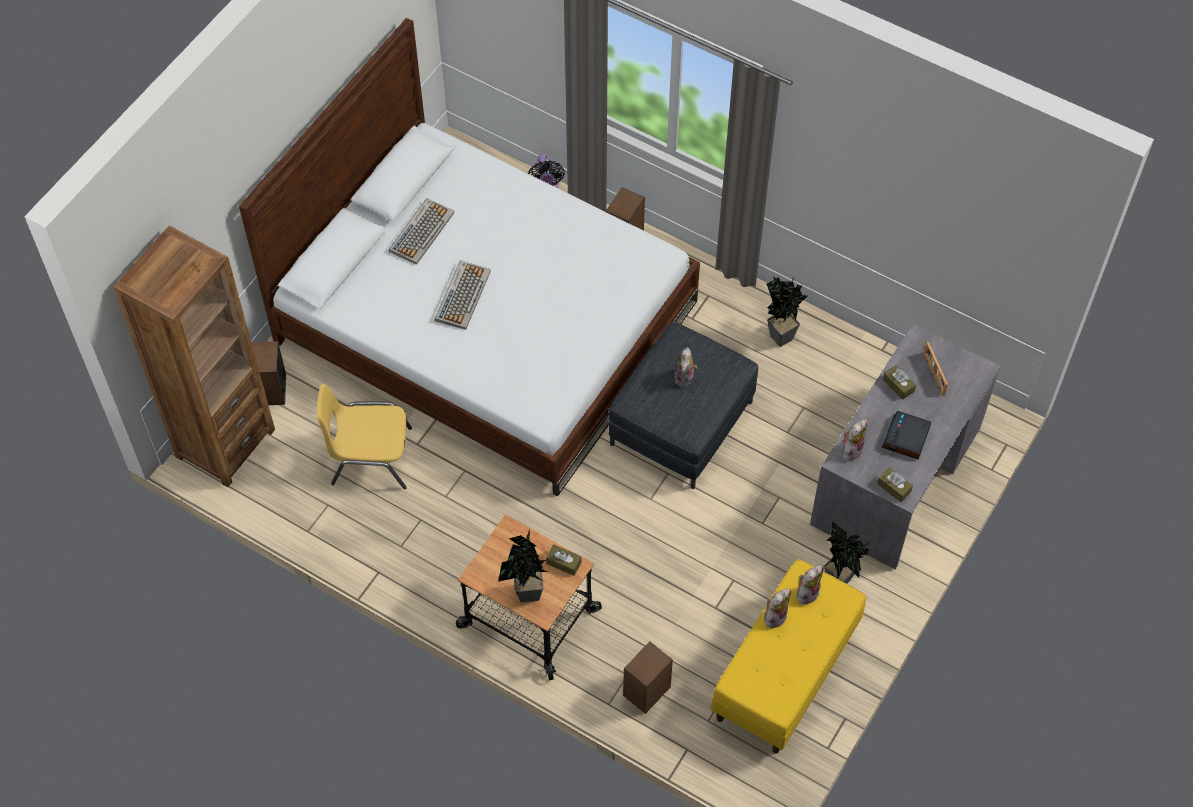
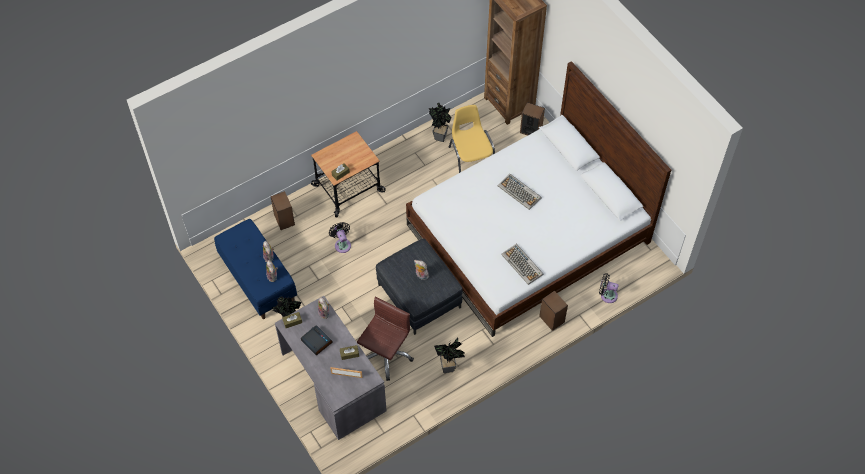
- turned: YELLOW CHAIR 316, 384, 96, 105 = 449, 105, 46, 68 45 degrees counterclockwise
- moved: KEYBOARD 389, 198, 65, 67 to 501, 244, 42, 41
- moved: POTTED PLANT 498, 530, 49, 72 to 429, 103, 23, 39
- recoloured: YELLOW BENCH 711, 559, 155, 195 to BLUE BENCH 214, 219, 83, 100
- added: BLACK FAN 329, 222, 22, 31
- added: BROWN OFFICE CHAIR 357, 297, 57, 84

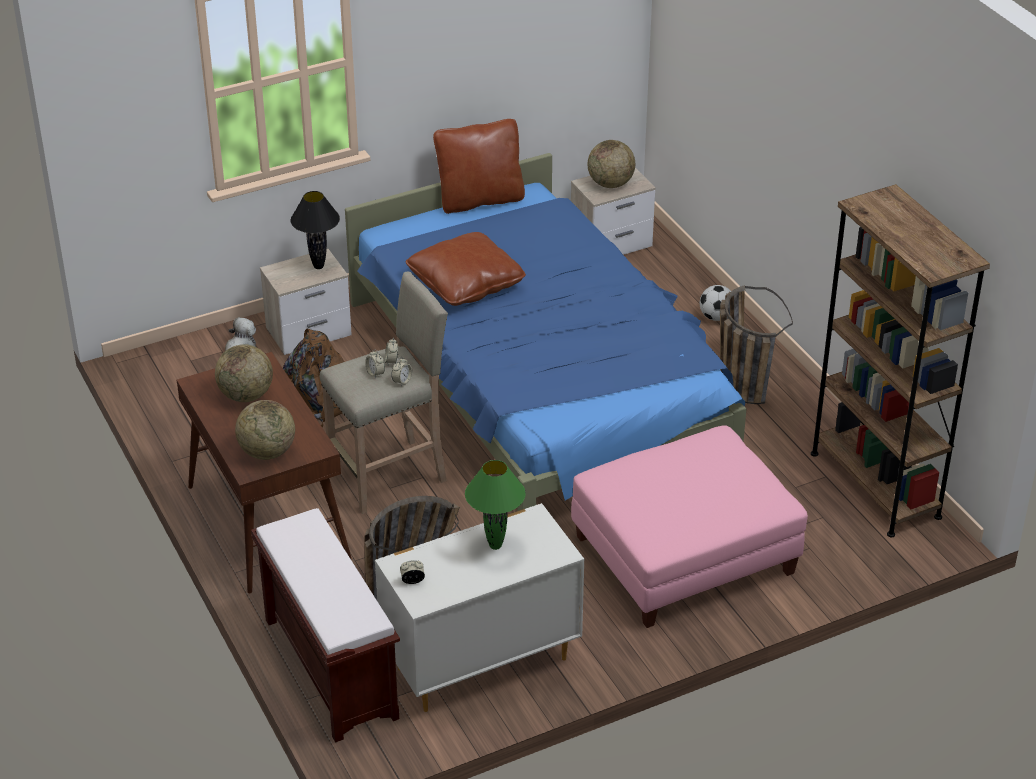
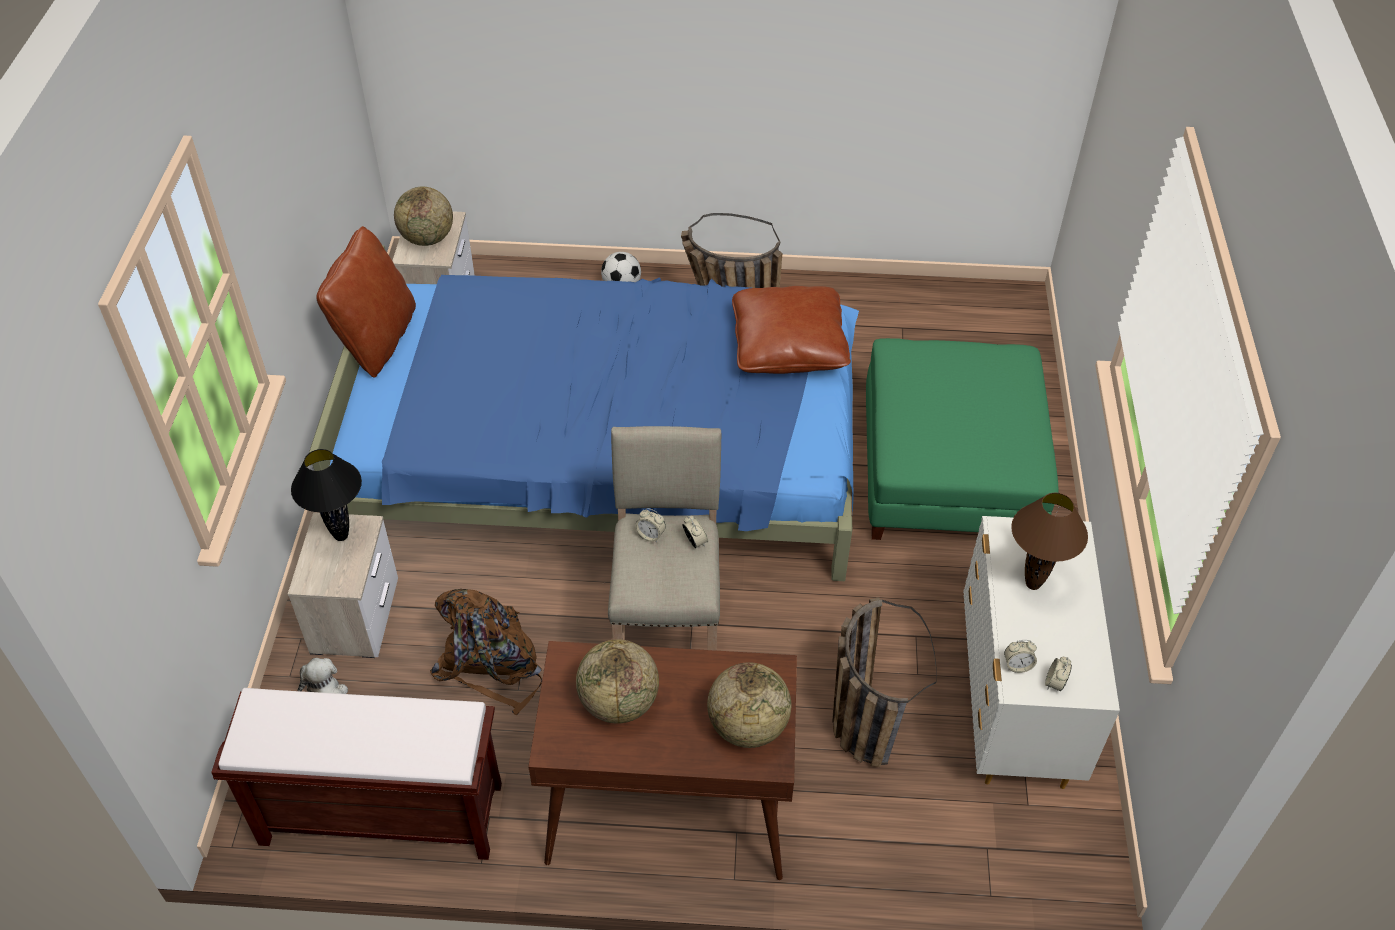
- moved: BROWN BENCH 251, 508, 149, 235 to 211, 688, 291, 172
- moved: ALARM CLOCK 365, 349, 20, 29 to 1004, 640, 33, 33
- moved: BROWN PILLOW 406, 232, 120, 74 to 732, 286, 119, 88
- recoloured: GREEN TABLE LAMP 465, 460, 61, 90 to BROWN TABLE LAMP 1011, 493, 77, 97
- recoloured: PINK OTTOMAN 571, 425, 237, 203 to GREEN OTTOMAN 866, 338, 192, 202
- removed: BROWN BOOKCASE 811, 184, 179, 353

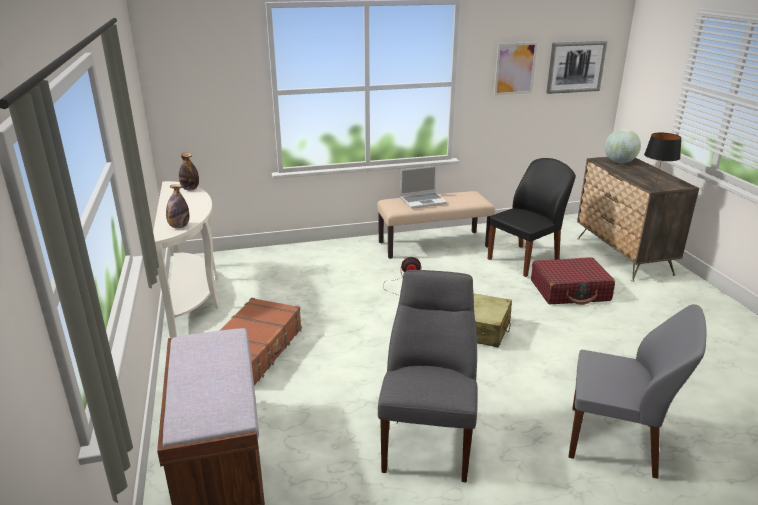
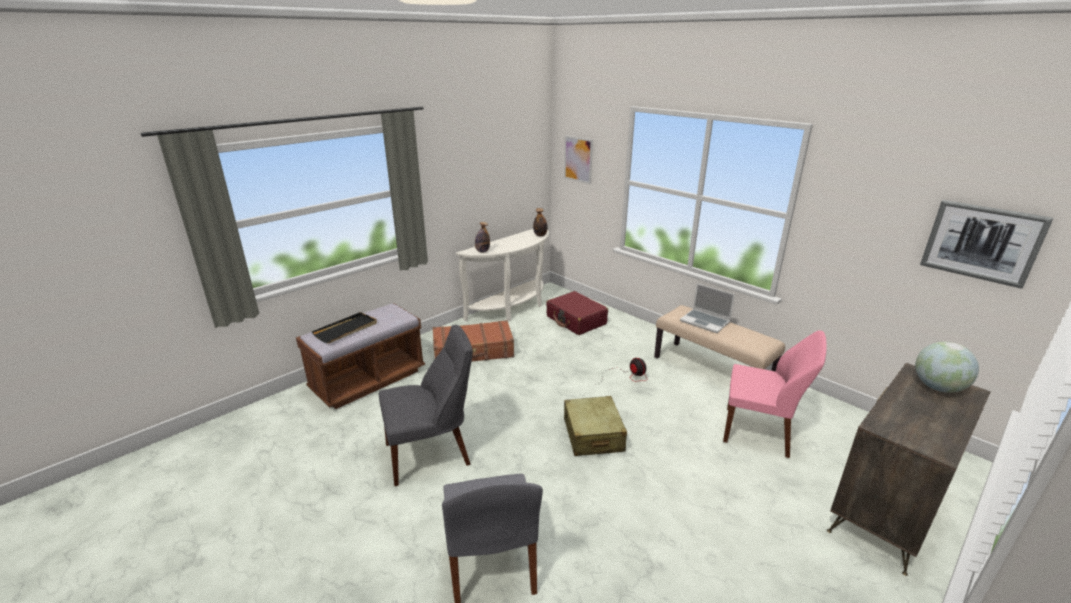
- recoloured: BLACK CHAIR 488, 158, 88, 119 to PINK CHAIR 723, 330, 104, 128
- moved: PICTURE 494, 42, 44, 53 to 564, 135, 29, 49
- moved: RED SUITCASE 531, 257, 84, 48 to 546, 291, 62, 44
- removed: BLACK TABLE LAMP 644, 133, 37, 51
- added: BLACK TRAY 312, 312, 65, 31

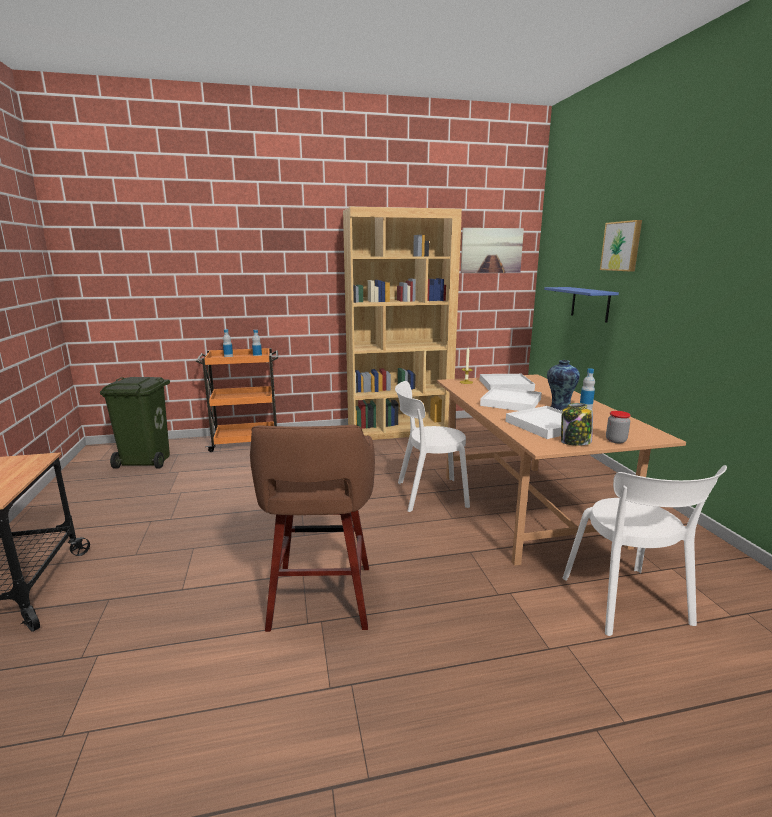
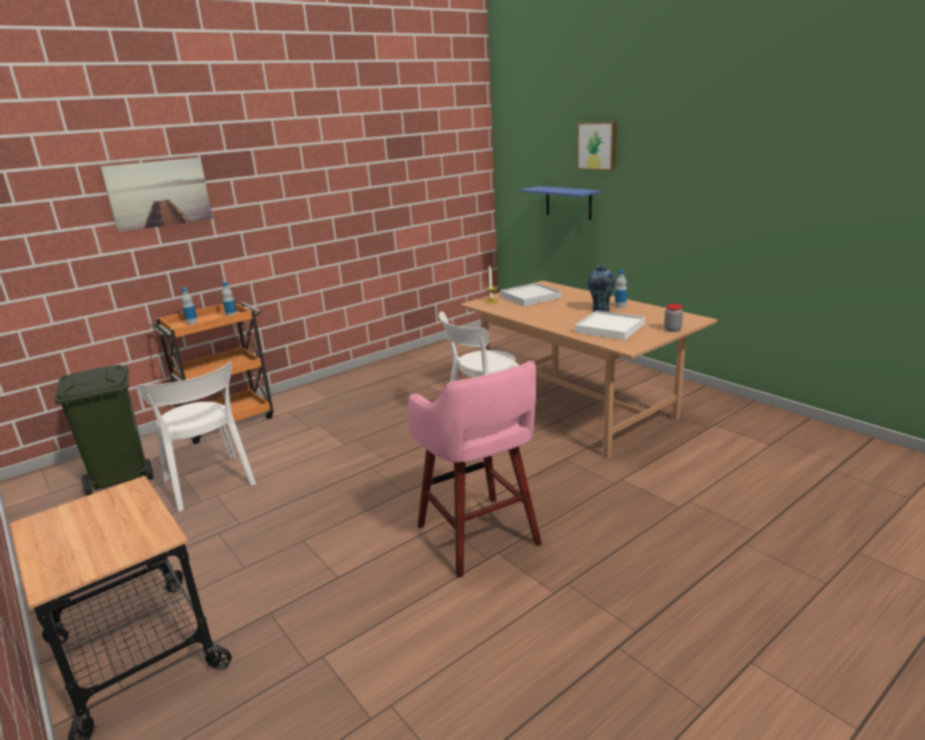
- recoloured: BROWN STOOL 250, 425, 125, 207 to PINK STOOL 408, 361, 134, 217
- removed: BROWN BOOKCASE 343, 207, 119, 233
- moved: PICTURE 461, 228, 63, 45 to 100, 158, 113, 75
- removed: WHITE TRAY 480, 387, 62, 24
- removed: JAR 561, 403, 32, 43
- moved: WHITE CHAIR 563, 465, 164, 171 to 137, 361, 119, 151

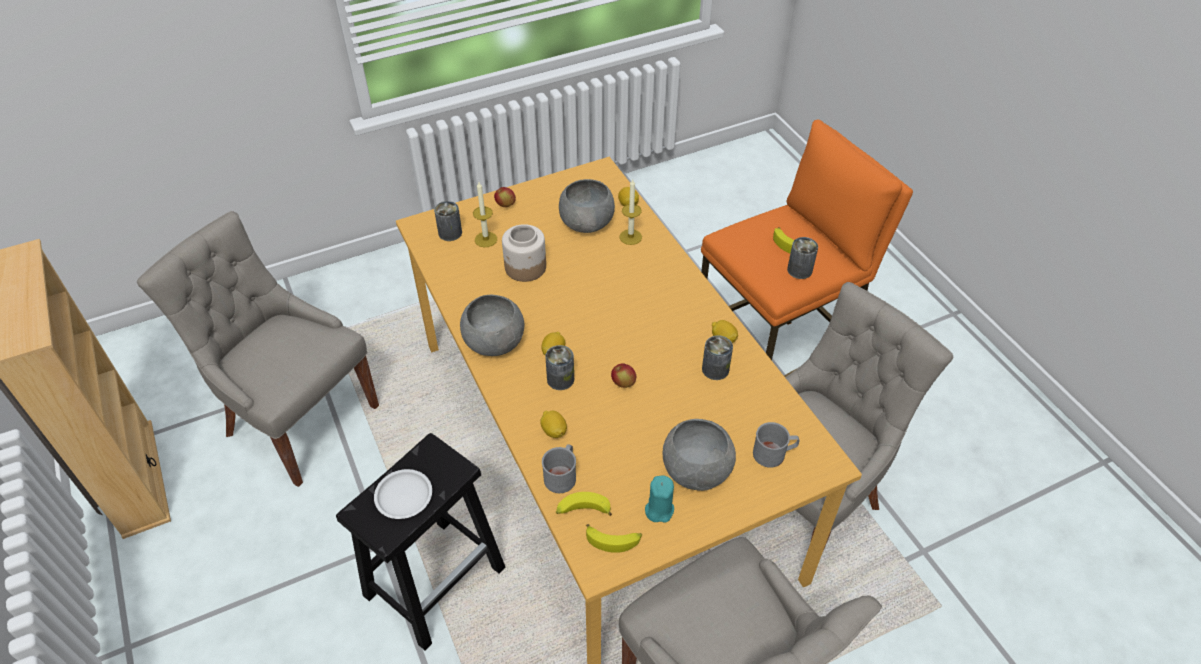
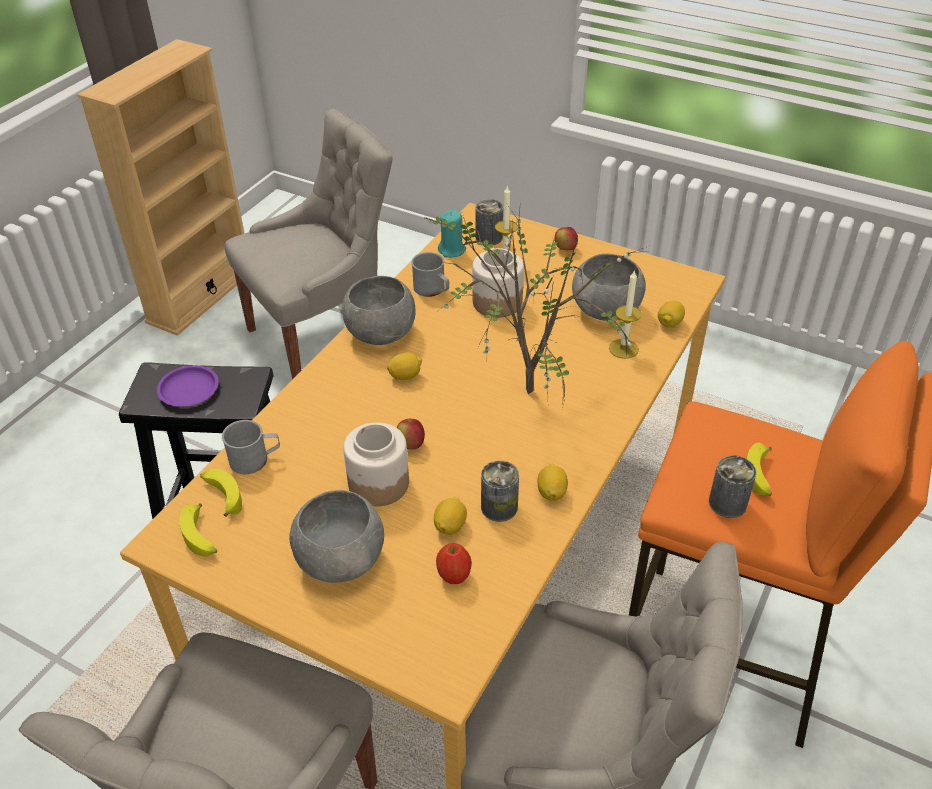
- turned: GREY CHAIR 137, 211, 242, 276 = 225, 108, 167, 271 60 degrees clockwise
- recoloured: WHITE PLATE 374, 469, 58, 50 to PURPLE PLATE 157, 365, 62, 41
- moved: LEMON 540, 411, 27, 27 to 434, 497, 33, 38
- removed: CAN 545, 345, 29, 45
- moved: TURQUOISE CANDLE 645, 476, 29, 47 to 438, 210, 28, 48
- moved: GREY MUG 753, 422, 47, 46 to 411, 252, 38, 45
- added: JAR 343, 422, 66, 84
- added: POTTED PLANT 424, 201, 224, 206
- added: APPLE 436, 543, 36, 41

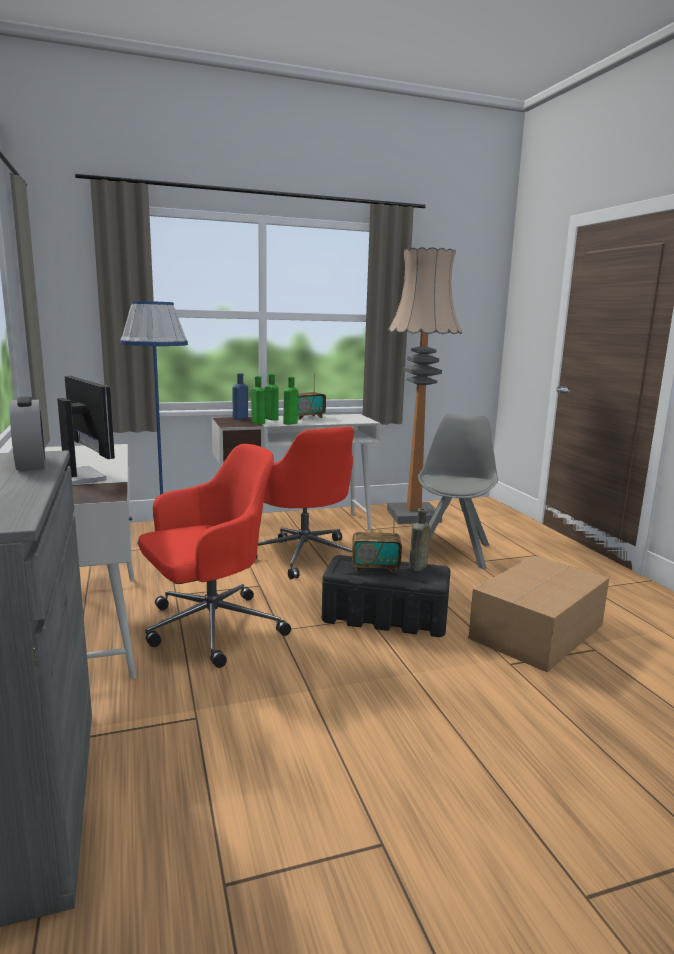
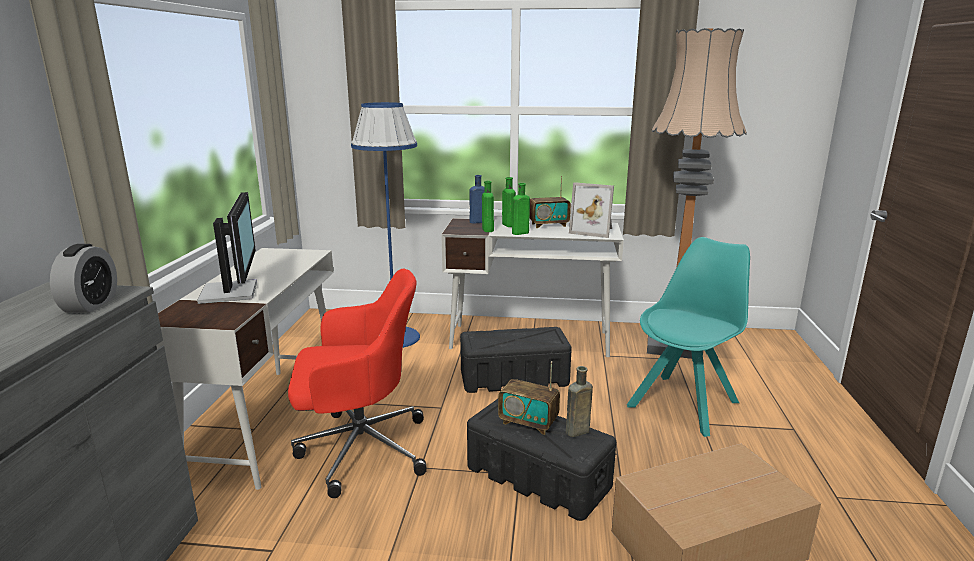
- replaced: RED OFFICE CHAIR 256, 426, 98, 153 to BLACK STORAGE BOX 460, 327, 112, 66
- recoloured: GREY CHAIR 418, 413, 80, 156 to TURQUOISE CHAIR 627, 237, 123, 200
- added: PICTURE FRAME 569, 182, 45, 56

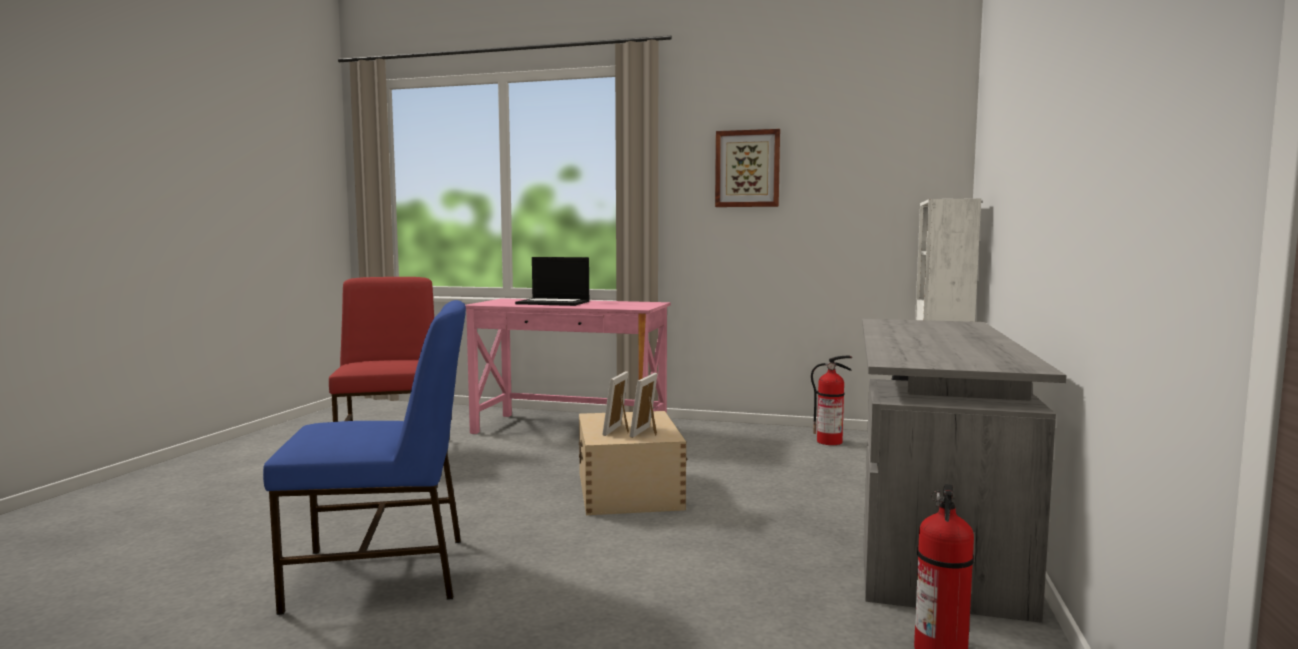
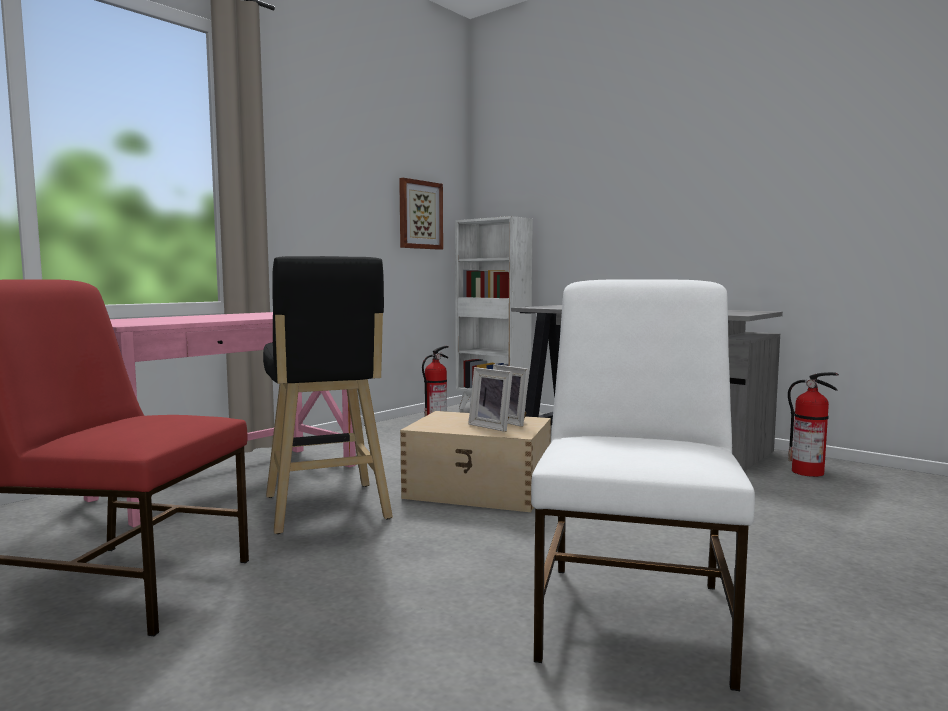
- recoloured: BLUE CHAIR 263, 300, 203, 315 to WHITE CHAIR 531, 279, 224, 412
- removed: LAPTOP 515, 257, 74, 49
- moved: PICTURE 715, 129, 65, 78 to 399, 178, 44, 72
- added: BLACK STOOL 263, 256, 130, 278

